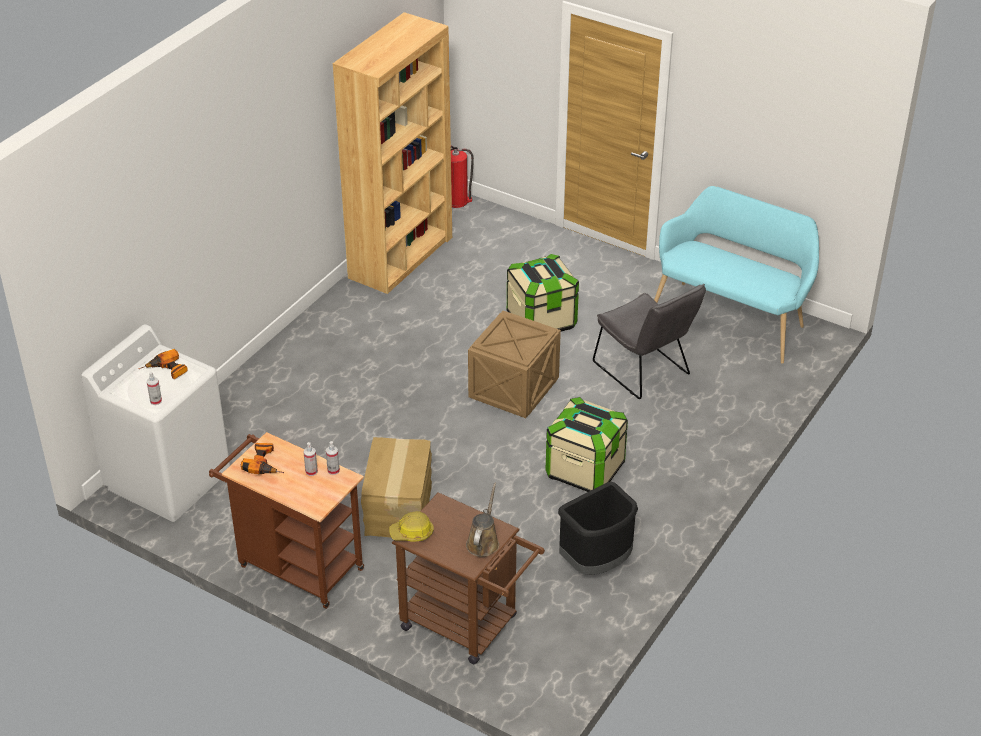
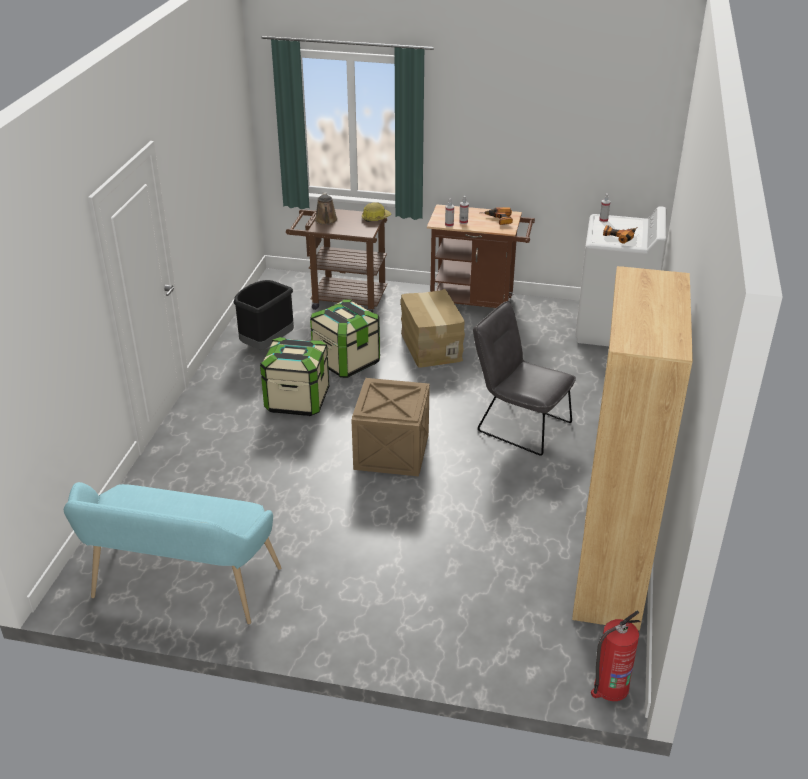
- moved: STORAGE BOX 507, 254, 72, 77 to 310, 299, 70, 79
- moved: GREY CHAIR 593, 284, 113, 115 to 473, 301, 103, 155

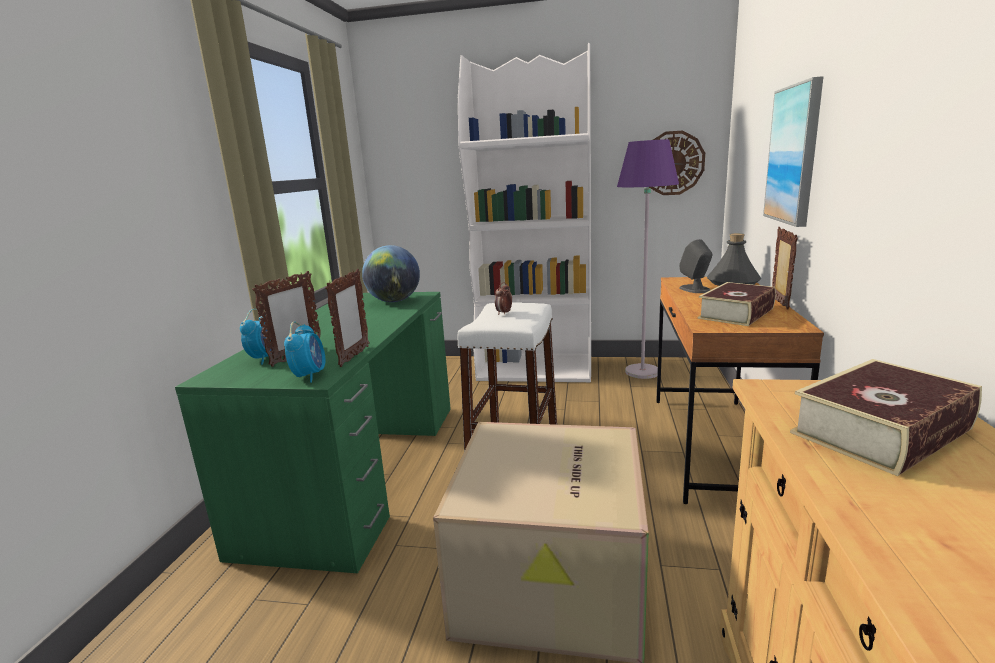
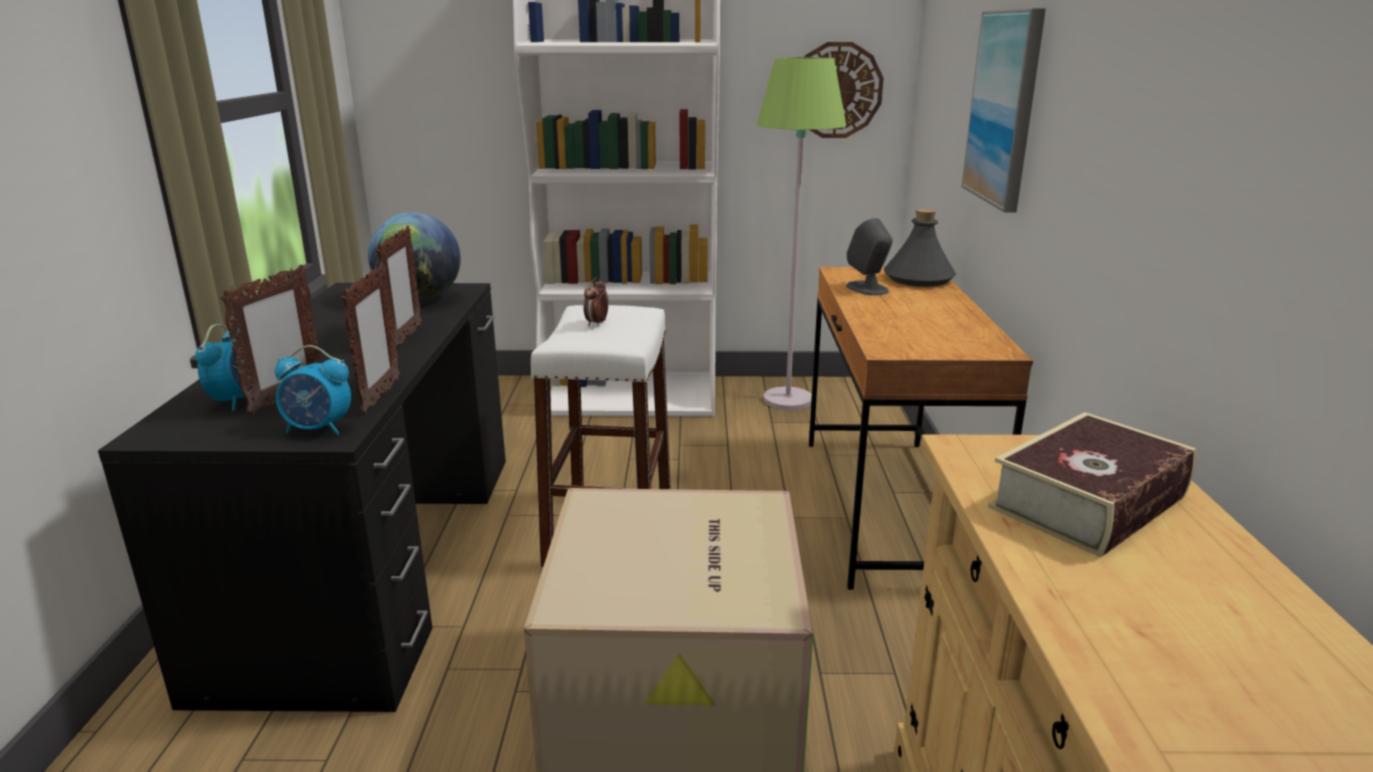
- recoloured: GREEN DESK 175, 292, 276, 281 to BLACK DESK 98, 283, 408, 429
- turned: ALARM CLOCK 284, 322, 41, 61 = 275, 345, 76, 90 105 degrees clockwise
- recoloured: PURPLE FLOOR LAMP 617, 139, 62, 240 to GREEN FLOOR LAMP 757, 57, 89, 353
- removed: BOOK 697, 282, 79, 44
- moved: PICTURE FRAME 772, 227, 26, 82 to 377, 226, 45, 120

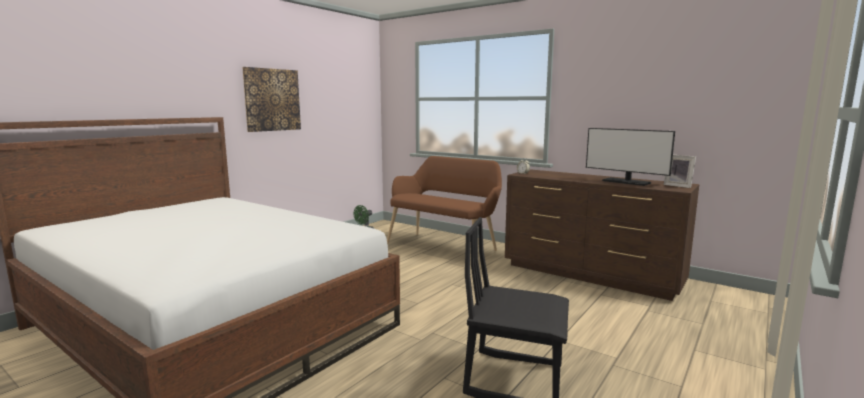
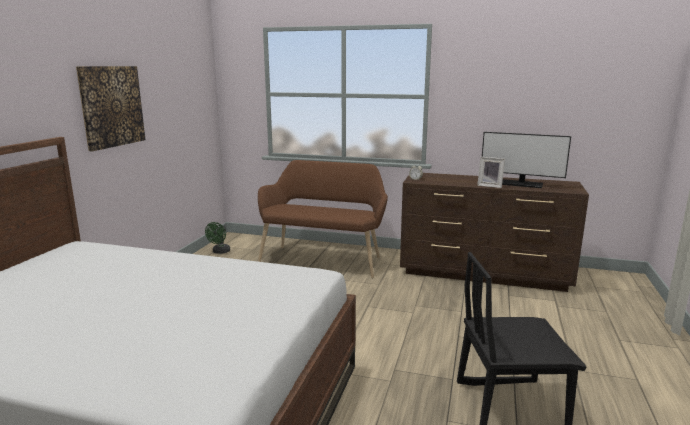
- moved: PICTURE FRAME 664, 155, 32, 33 to 477, 157, 28, 31

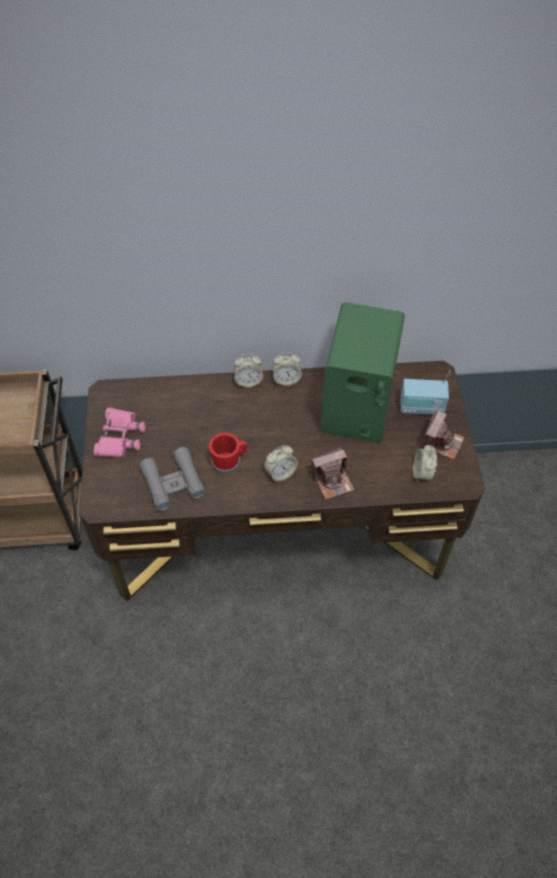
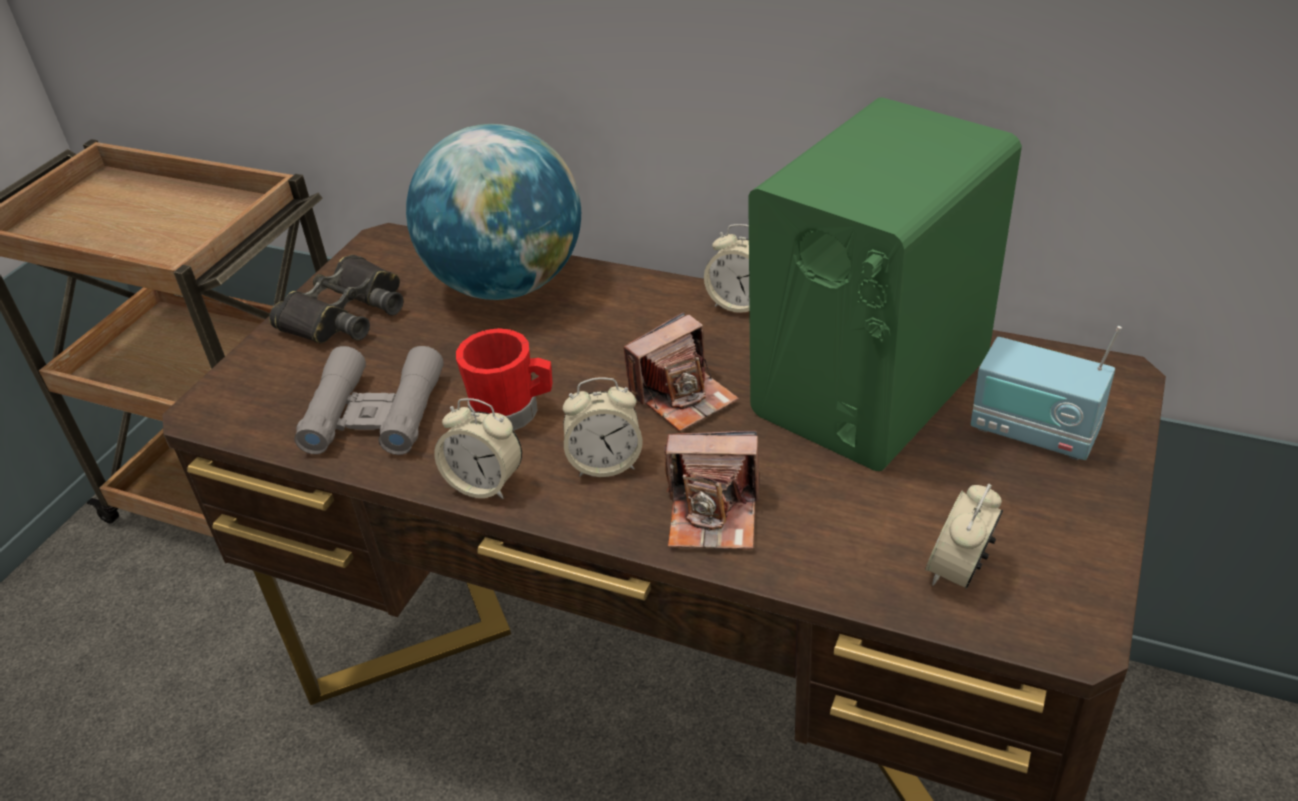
- recoloured: PINK BINOCULARS 94, 408, 51, 50 to BLACK BINOCULARS 269, 255, 135, 88
- moved: ALARM CLOCK 234, 354, 29, 34 to 434, 398, 88, 101
- moved: PHOTO CAMERA 422, 411, 42, 49 to 624, 312, 115, 120
- added: GLOBE 406, 124, 175, 176

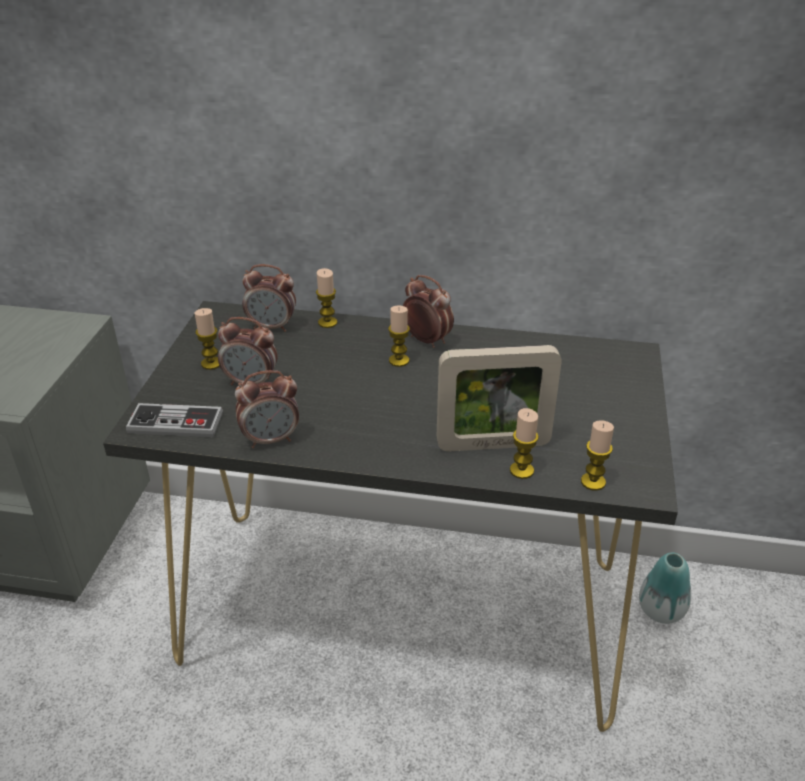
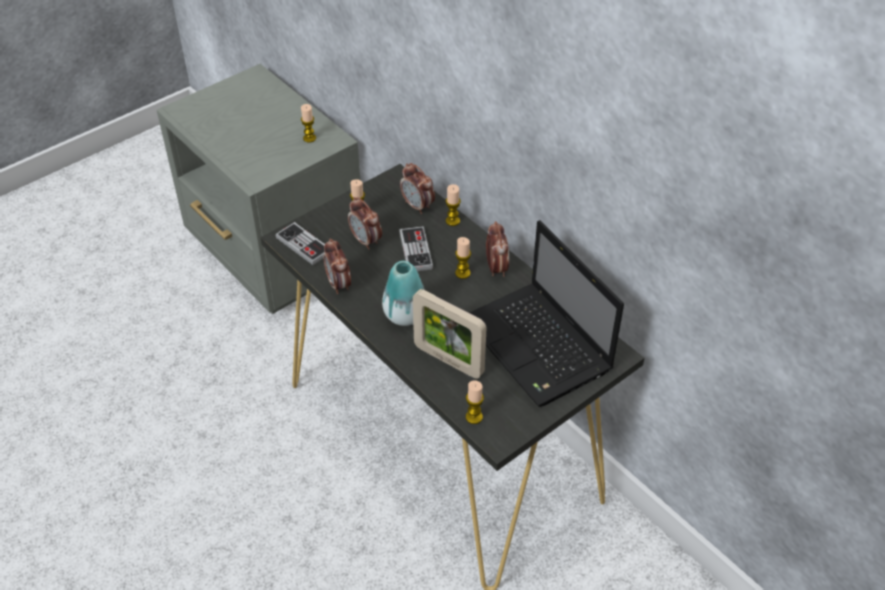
- turned: ALARM CLOCK 235, 370, 64, 78 = 323, 238, 28, 56 45 degrees clockwise
- moved: CANDLE 510, 408, 29, 71 to 301, 104, 15, 39
- moved: VASE 639, 552, 52, 72 to 382, 261, 42, 65
- added: GAME CONTROLLER 399, 226, 34, 45
- added: LAPTOP 470, 220, 154, 187

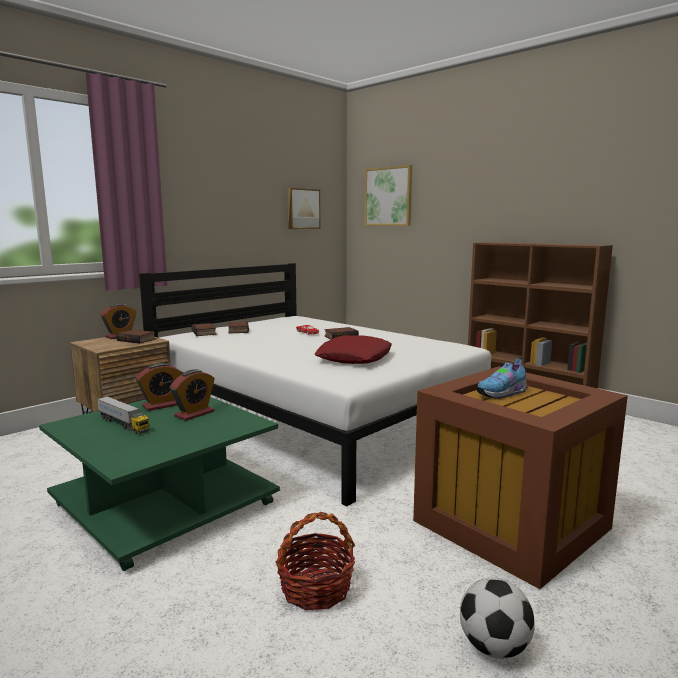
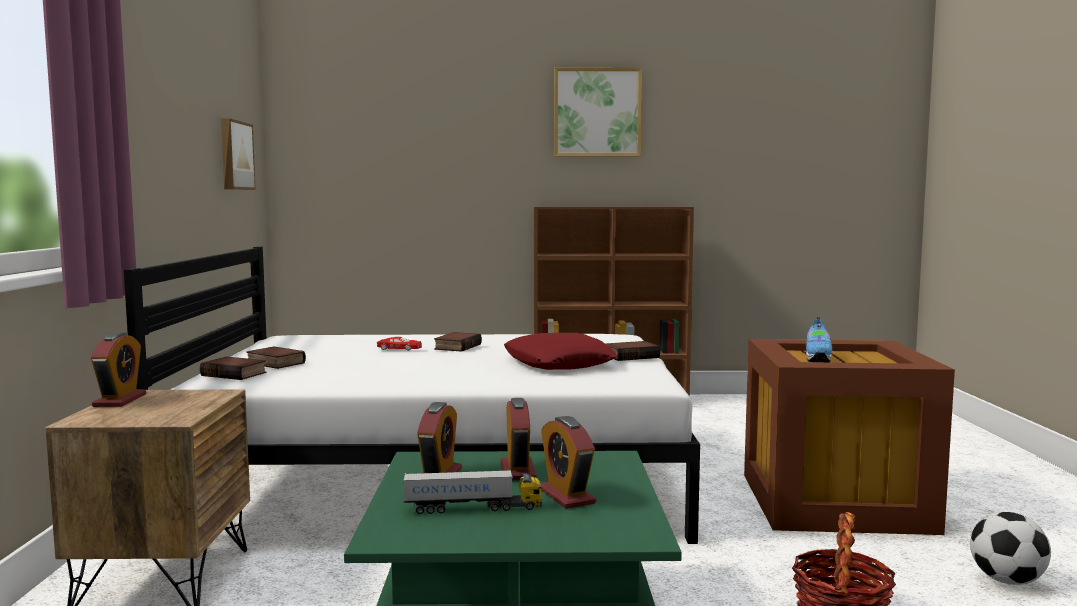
- moved: BOOK 116, 330, 40, 14 to 605, 341, 55, 20
- moved: PICTURE 365, 165, 47, 61 to 554, 67, 88, 90
- added: ALARM CLOCK 541, 416, 55, 93

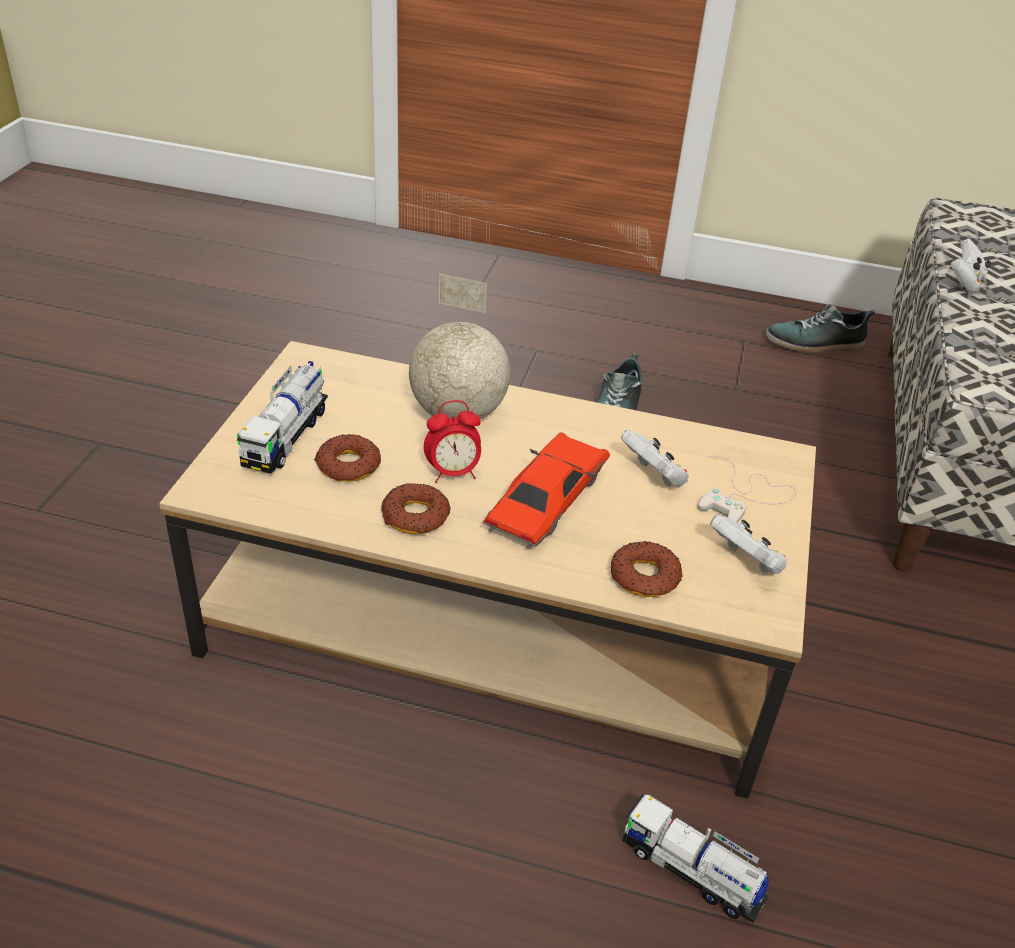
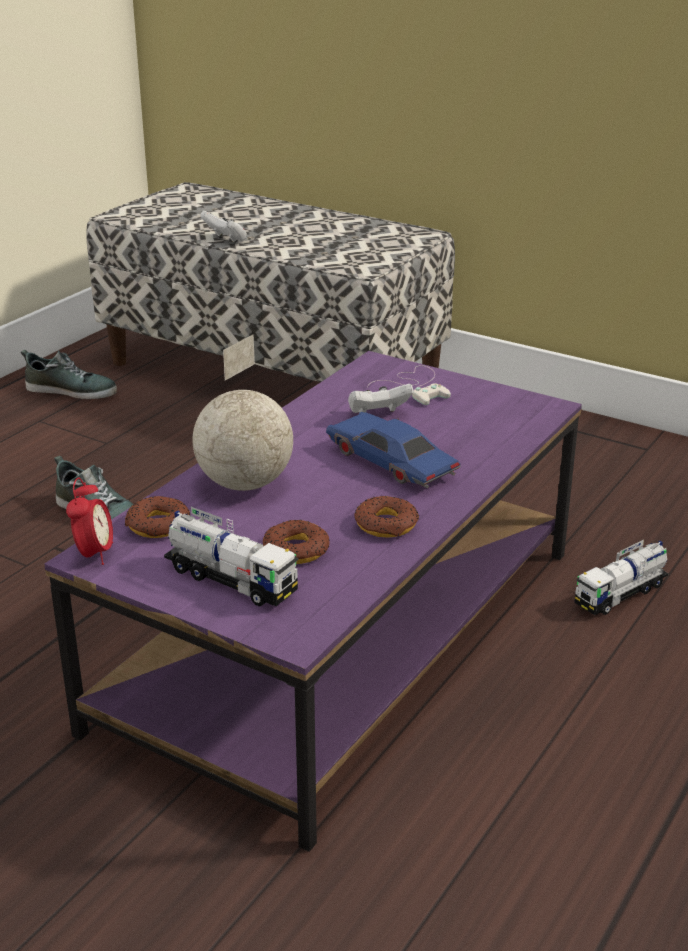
- recoloured: BEIGE COFFEE TABLE 159, 341, 657, 458 to PURPLE COFFEE TABLE 45, 351, 537, 501
- moved: ALARM CLOCK 424, 400, 57, 83 to 66, 477, 47, 88
- recoloured: RED TOY CAR 483, 432, 127, 117 to BLUE TOY CAR 326, 412, 135, 77
- moved: DONUT 611, 541, 72, 56 to 125, 496, 65, 42
- removed: WHITE GAME CONTROLLER 710, 515, 77, 59
- turned: SHOE 766, 304, 109, 49 = 21, 350, 96, 49 90 degrees counterclockwise

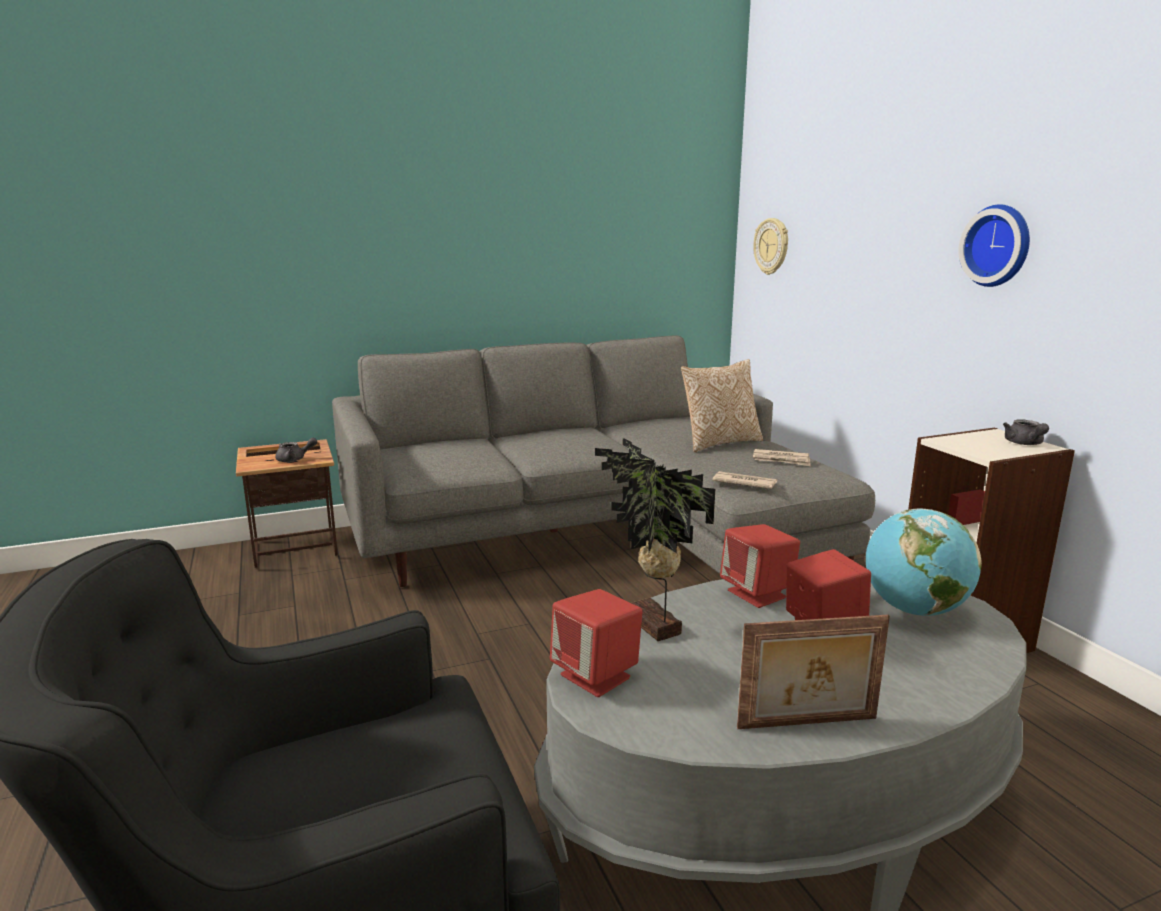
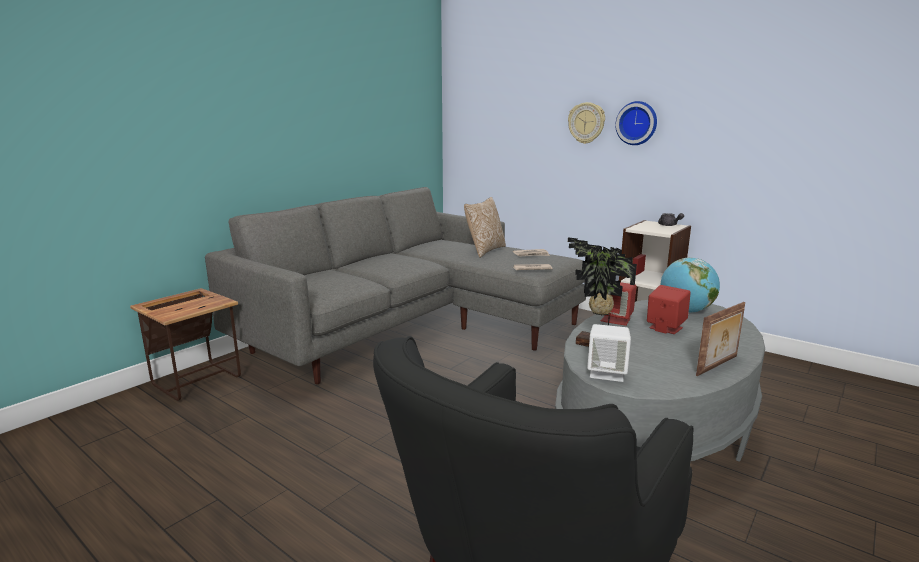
- removed: GREY TEAPOT 276, 438, 41, 24
- recoloured: RED SPEAKER 550, 589, 93, 108 to WHITE SPEAKER 587, 324, 44, 58
- moved: WALL CLOCK 753, 218, 35, 57 to 568, 102, 37, 42

